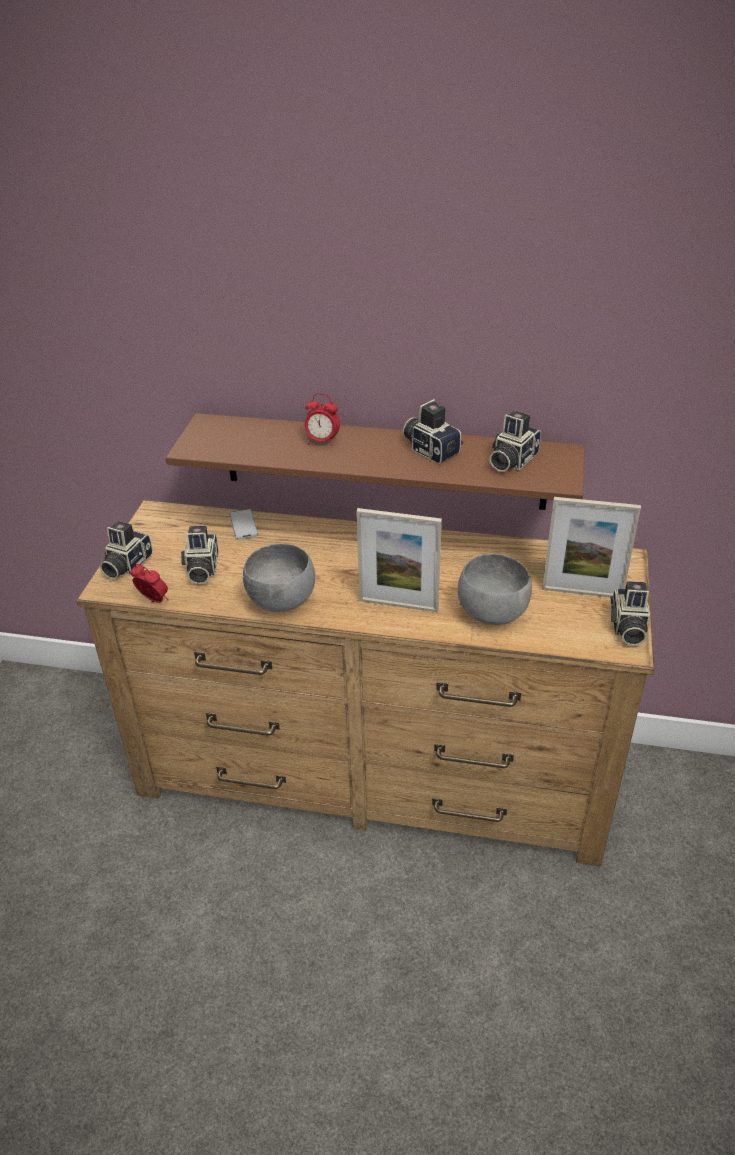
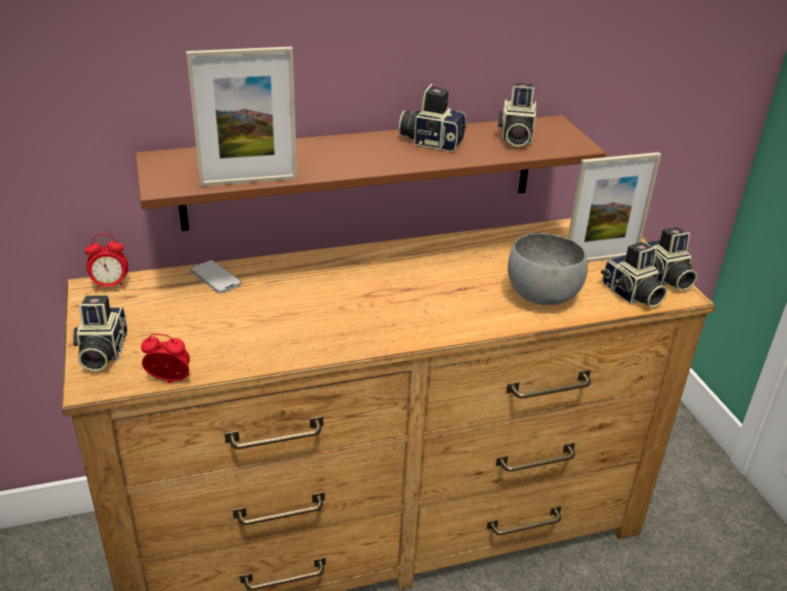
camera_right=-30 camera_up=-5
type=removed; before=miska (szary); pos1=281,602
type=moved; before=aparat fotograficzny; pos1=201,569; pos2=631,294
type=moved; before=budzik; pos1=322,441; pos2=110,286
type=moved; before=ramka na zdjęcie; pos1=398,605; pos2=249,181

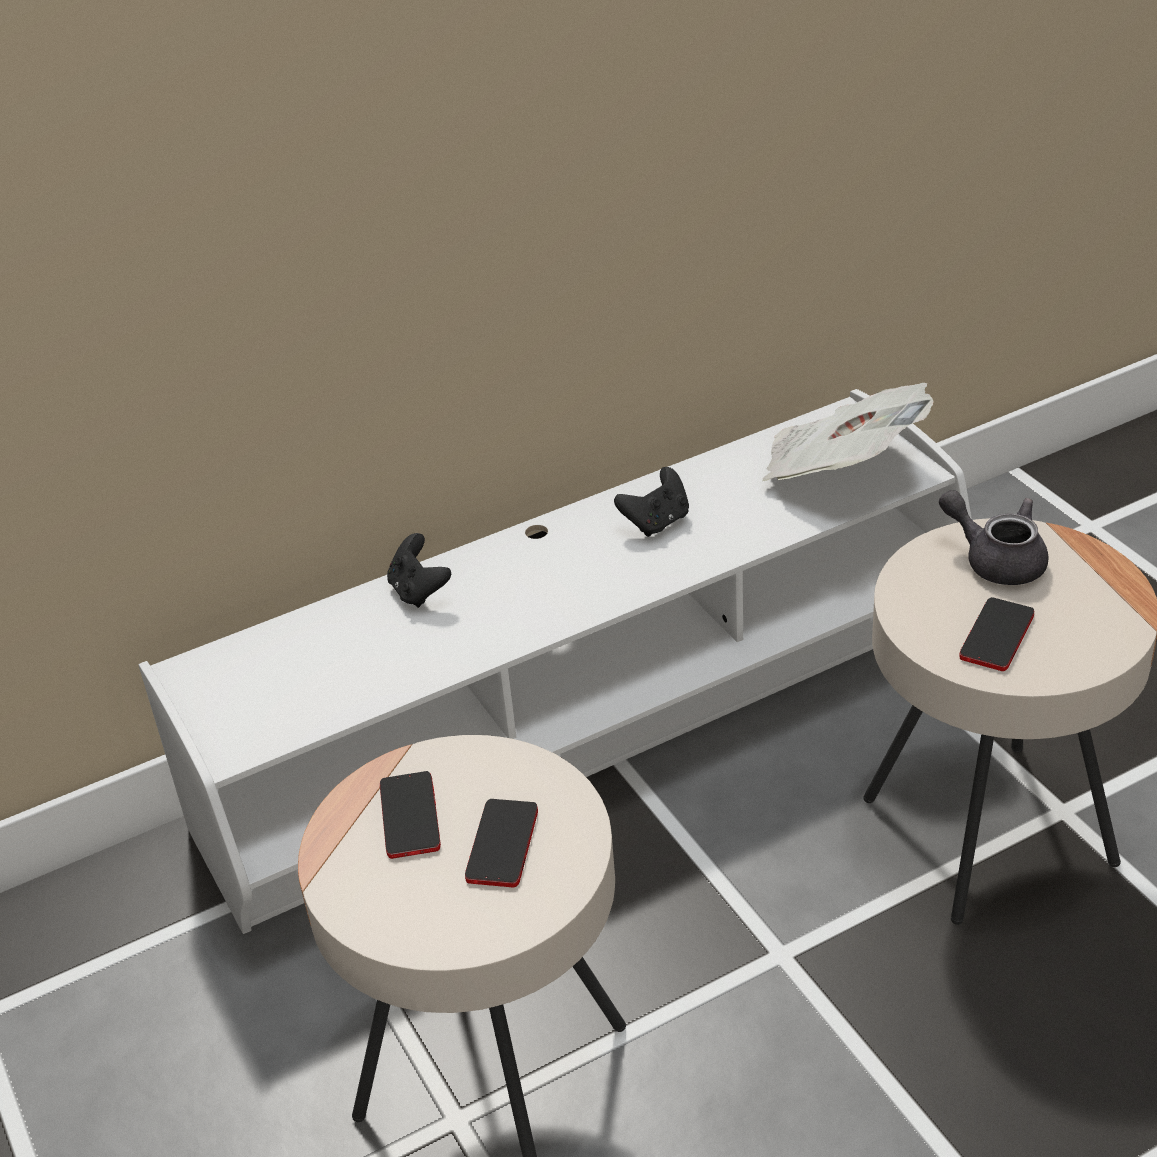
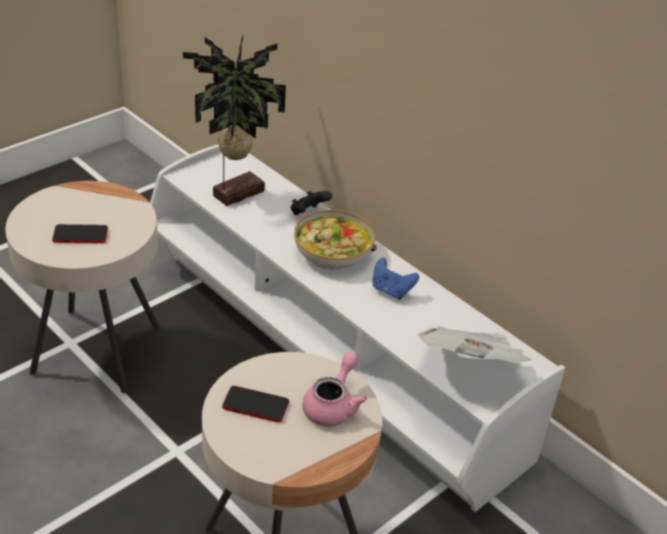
camera_right=70 camera_up=0
type=removed; before=telefon; pos1=410,816
type=added; after=roślina doniczkowa; pos2=235,192
type=added; after=miska; pos2=333,253
type=recoloured; before=pad do gier (czarny); after=pad do gier (niebieski); pos1=656,522; pos2=391,290
type=recoloured; before=imbryk (szary); after=imbryk (różowy); pos1=996,559; pos2=333,405

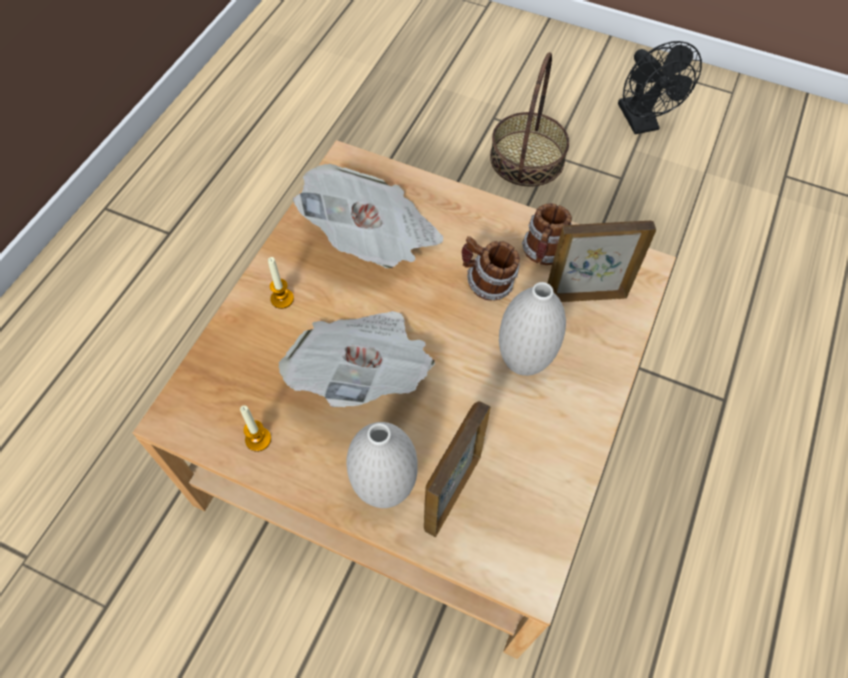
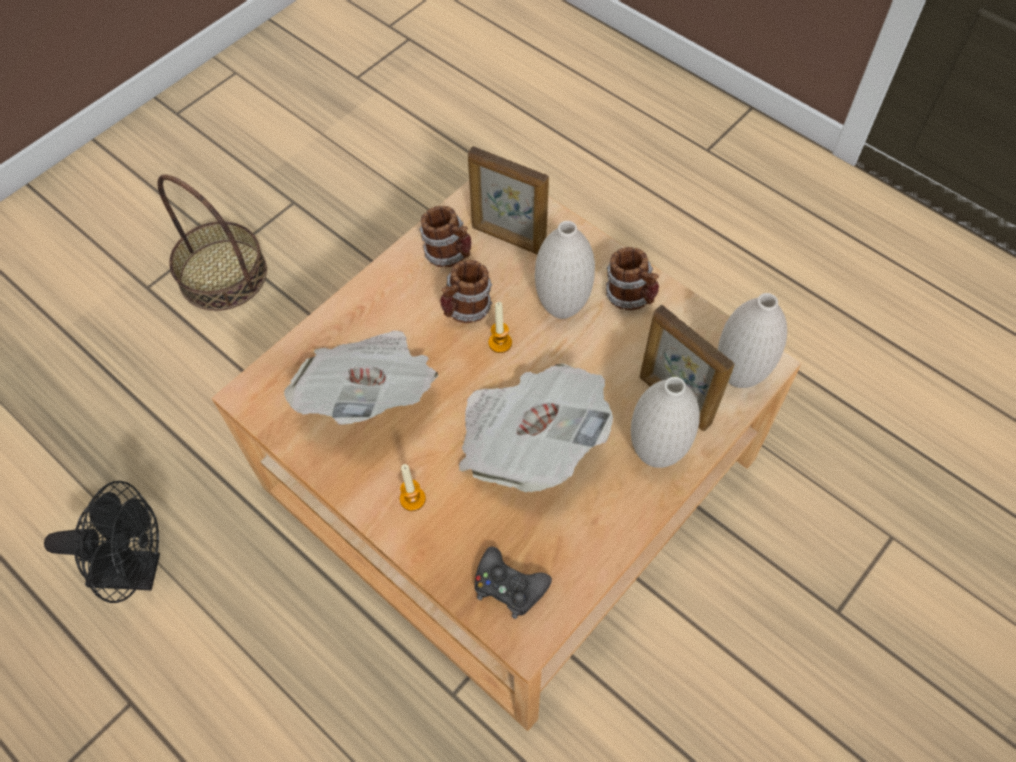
camera_right=-70 camera_up=0
type=added; after=pad do gier (czarny); pos2=509,586
type=added; after=kubek; pos2=631,297
type=added; after=wazon (biały); pos2=739,375
type=moved; before=świeca; pos1=258,439; pos2=500,343
type=moved; before=wentylator (czarny); pos1=641,123; pos2=137,570
type=turned; before=ramka na zdjęcie; pos1=584,295; pos2=508,238; turn=-75

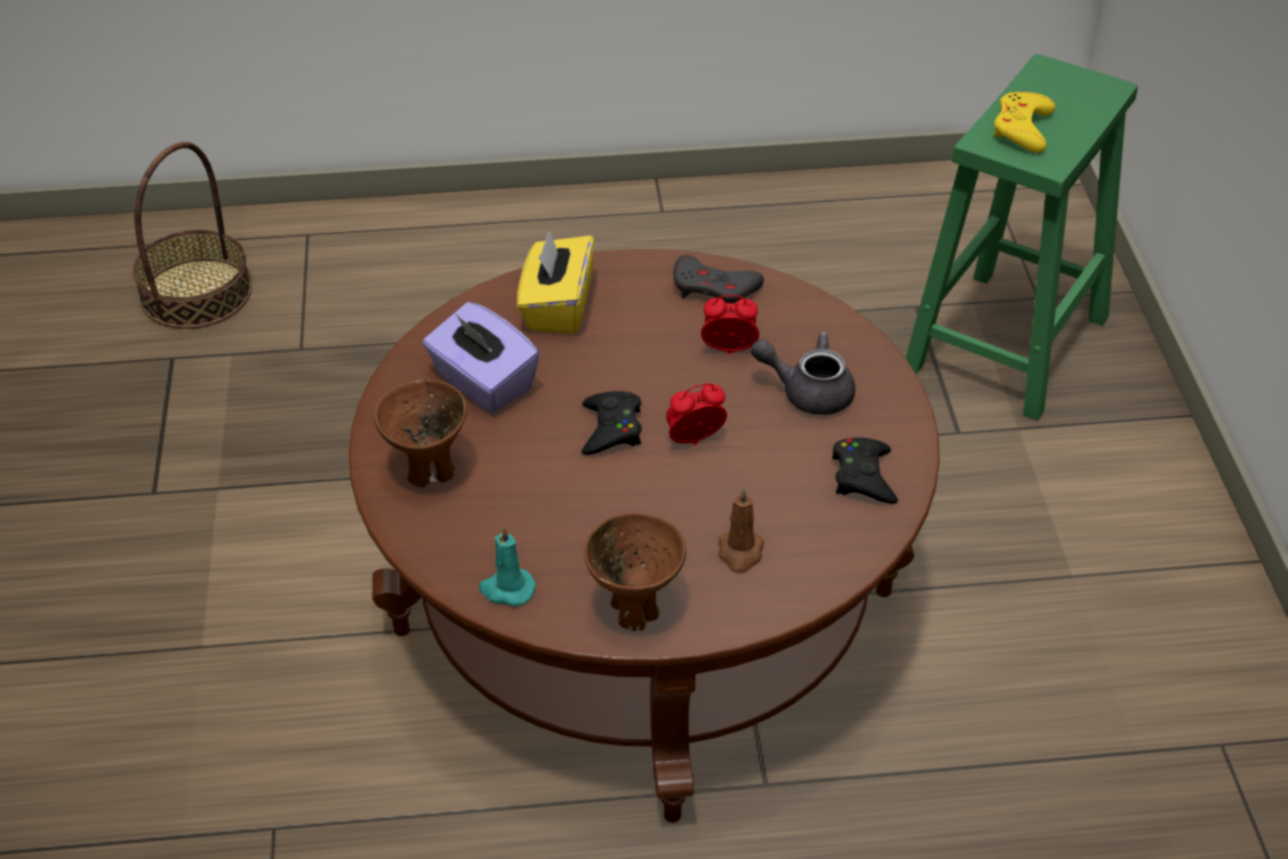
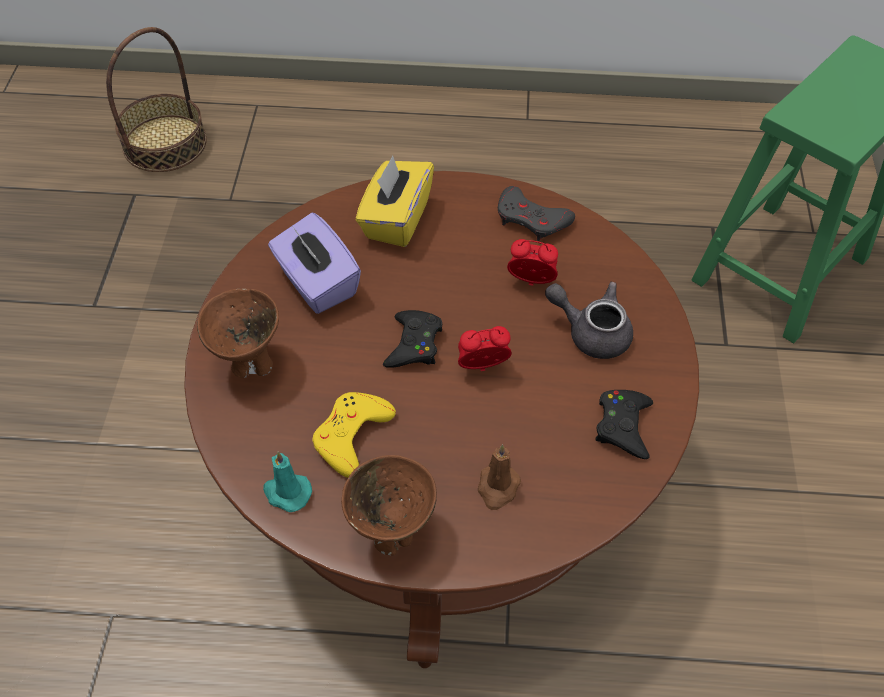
camera_right=10 camera_up=10
type=moved; before=pad do gier (żółty); pos1=1022,128; pos2=352,436

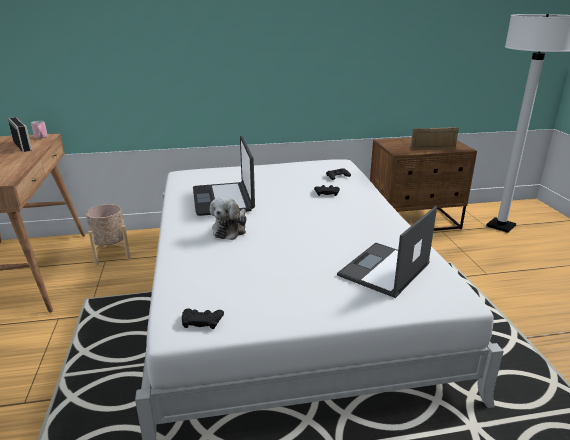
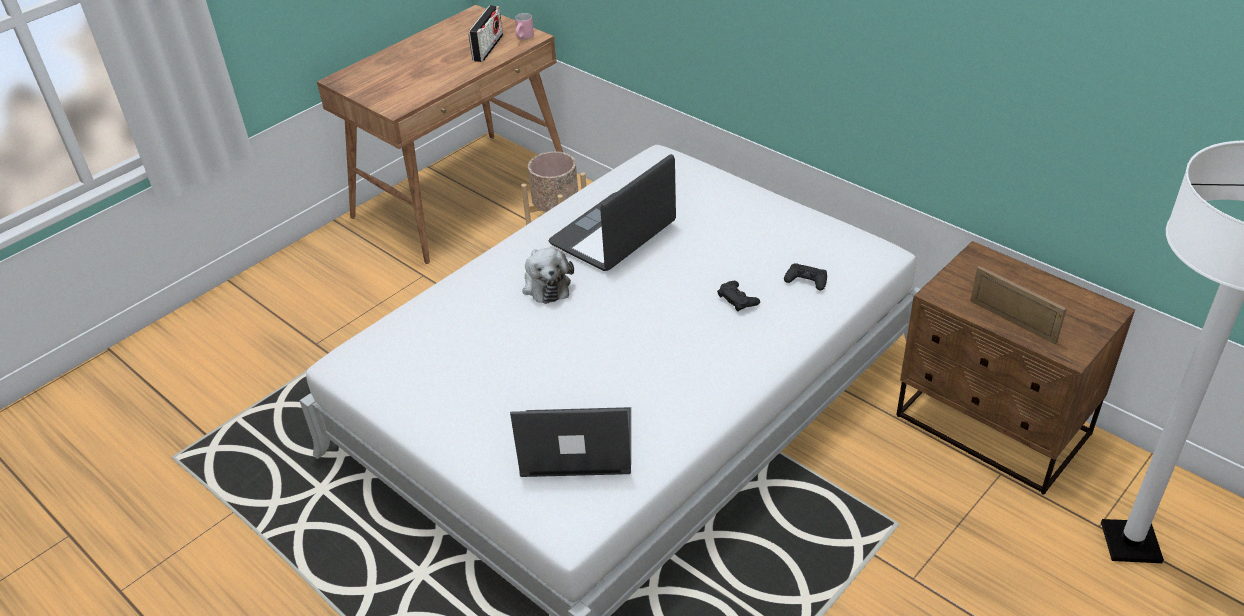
camera_right=55 camera_up=15
type=removed; before=pad do gier (czarny); pos1=202,321
type=turned; before=pluszak; pos1=230,229; pos2=546,284; turn=-90

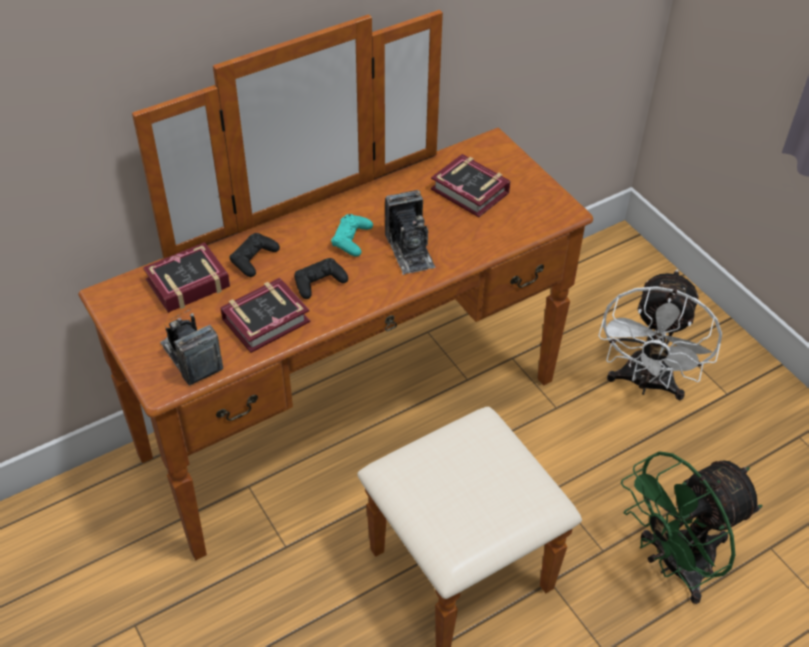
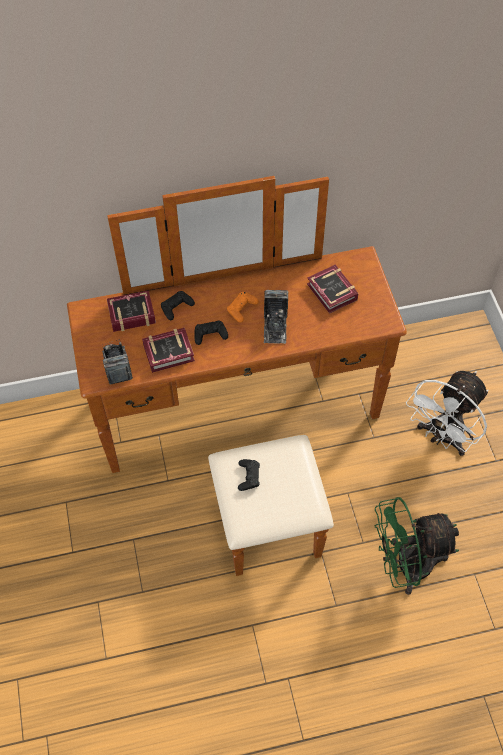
camera_right=20 camera_up=10
type=added; after=pad do gier (czarny); pos2=248,476
type=recoloured; before=pad do gier (turkusowy); after=pad do gier (pomarańczowy); pos1=351,239; pos2=242,309

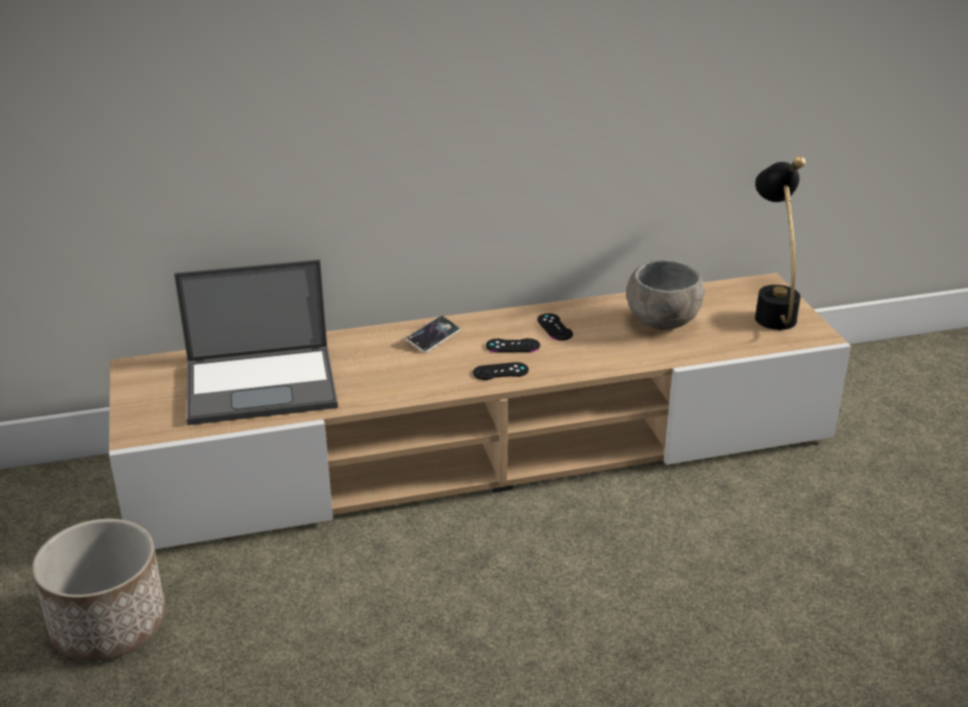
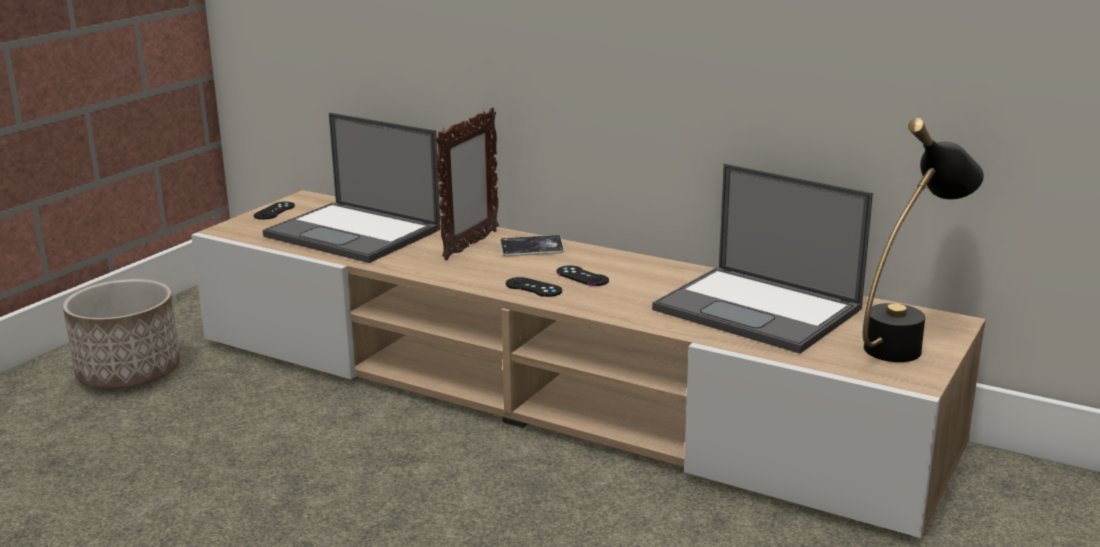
camera_right=45 camera_up=-10
type=added; after=ramka na zdjęcie; pos2=470,245
type=moved; before=pad do gier (czarny); pos1=554,327; pos2=274,211
type=replaced; before=miska (szary); after=laptop; pos1=663,322; pos2=760,310

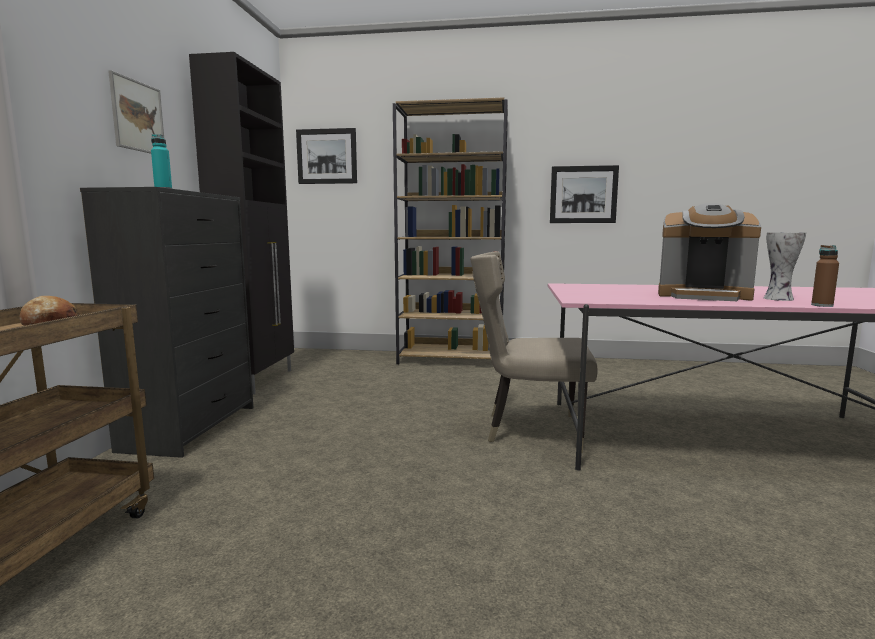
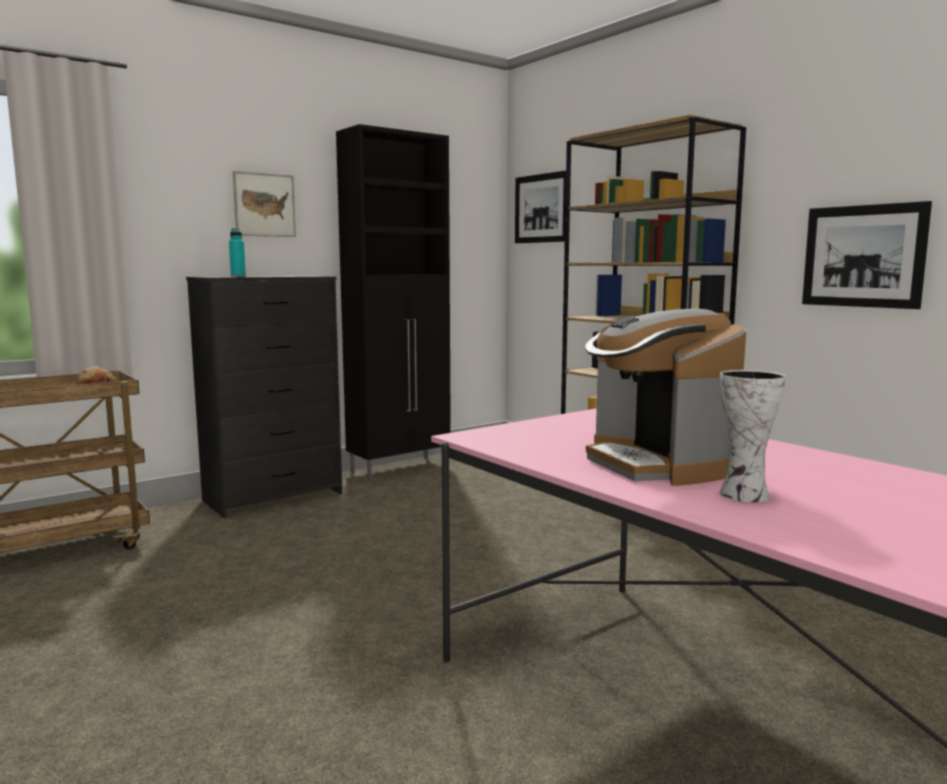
camera_right=45 camera_up=0
type=removed; before=krzesło (beżowy); pos1=529,430
type=removed; before=butelka (brązowy); pos1=822,305

